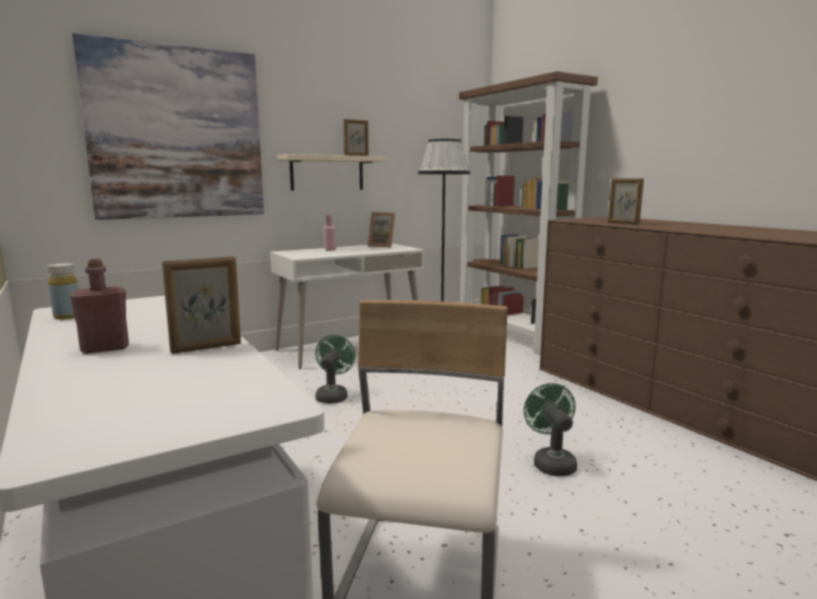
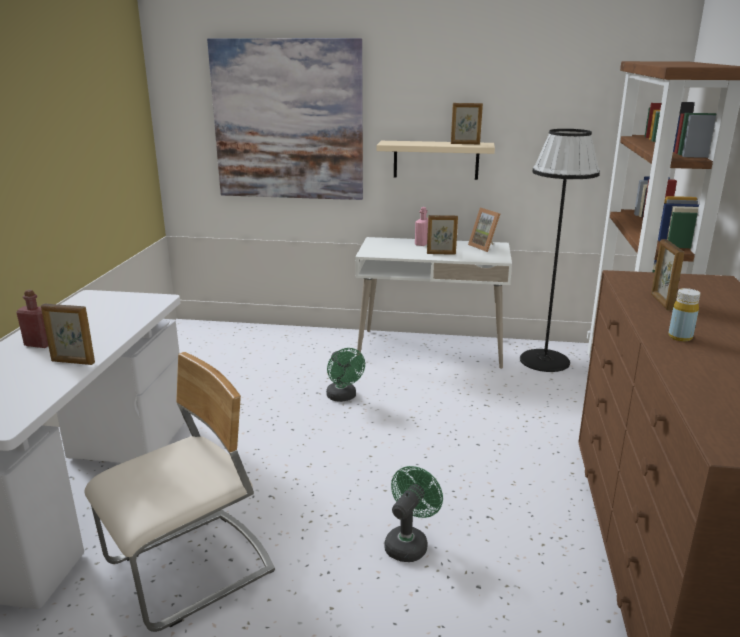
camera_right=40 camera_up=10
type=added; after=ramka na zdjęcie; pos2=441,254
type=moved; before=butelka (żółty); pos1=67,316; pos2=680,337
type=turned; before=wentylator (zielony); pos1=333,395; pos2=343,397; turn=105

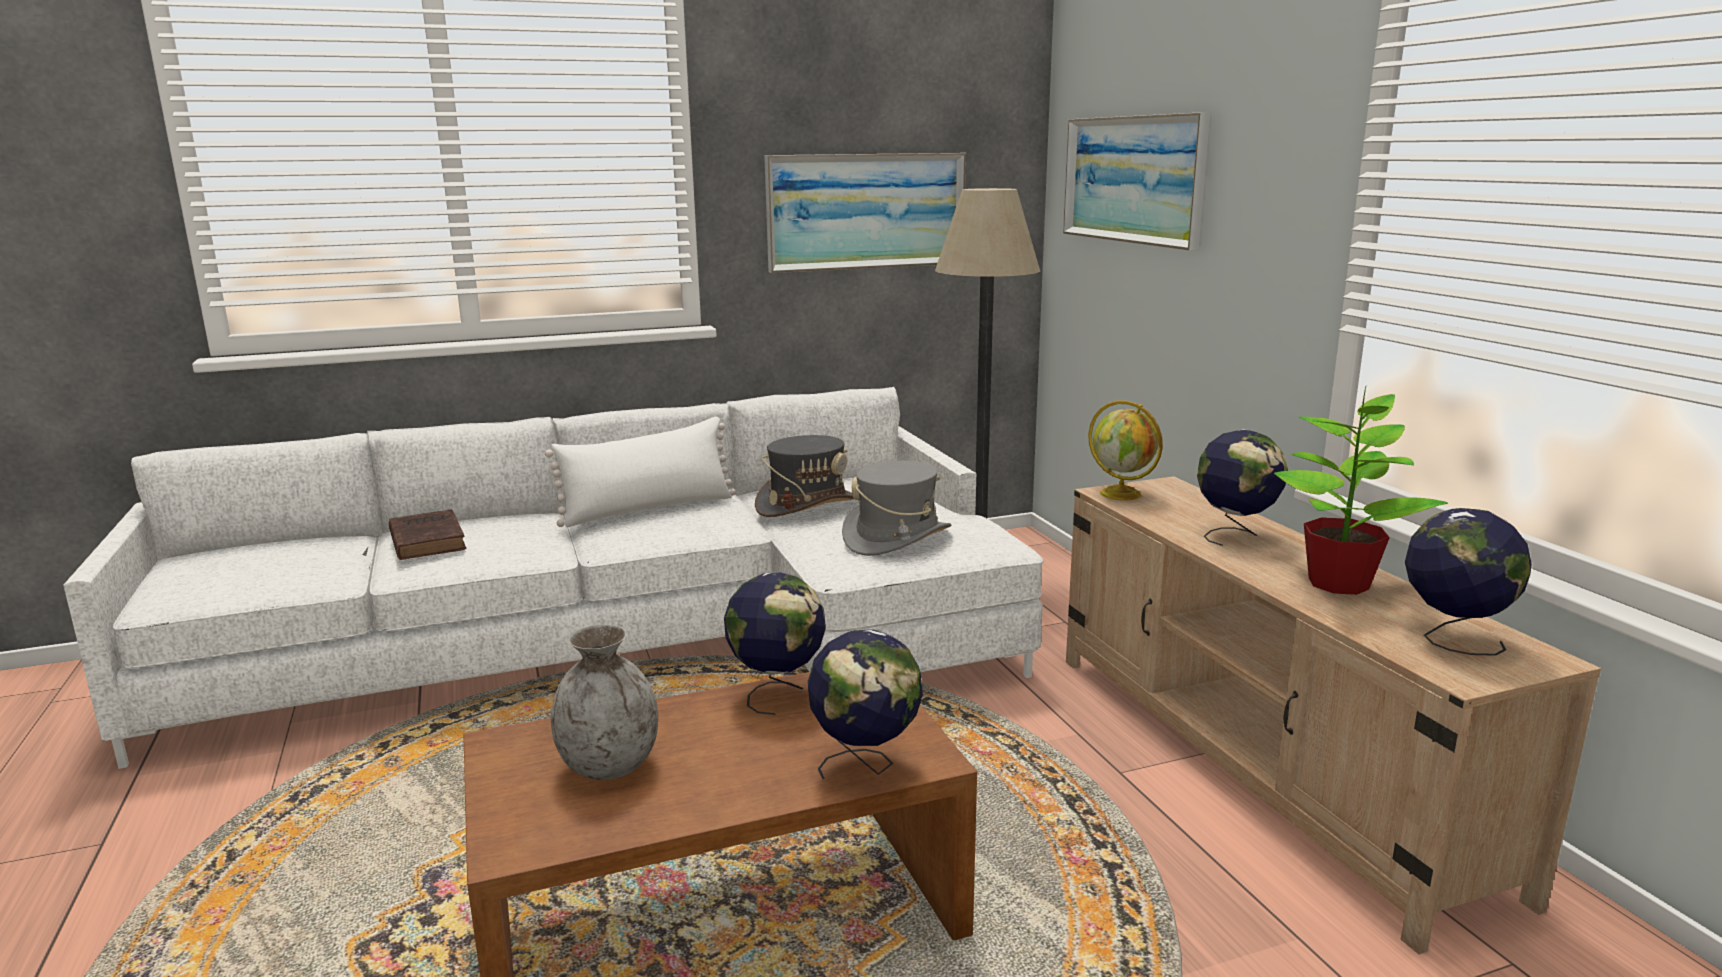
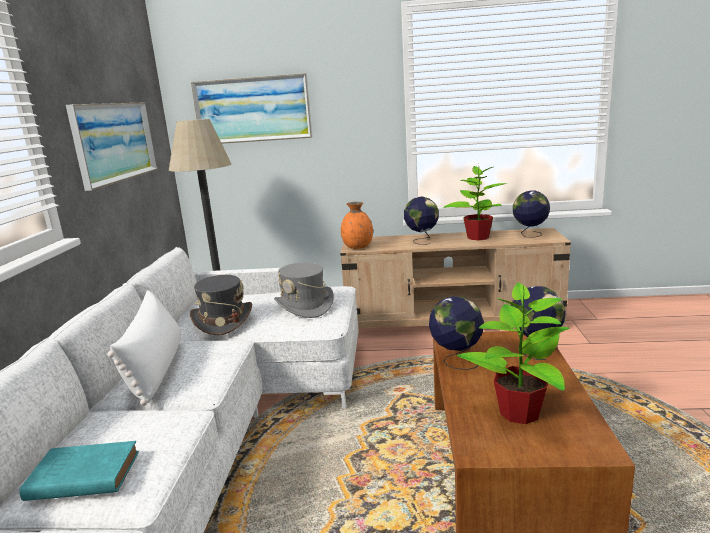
camera_right=-65 camera_up=0
type=replaced; before=wazon (szary); after=roślina doniczkowa; pos1=610,766; pos2=518,413
type=replaced; before=globus; after=wazon (pomarańczowy); pos1=1122,494; pos2=358,247
type=recoloured; before=książka (brązowy); after=książka (turkusowy); pos1=427,540; pos2=81,476

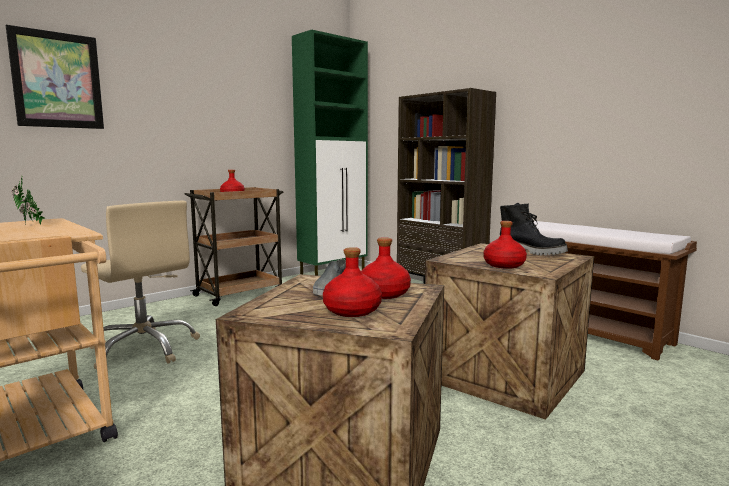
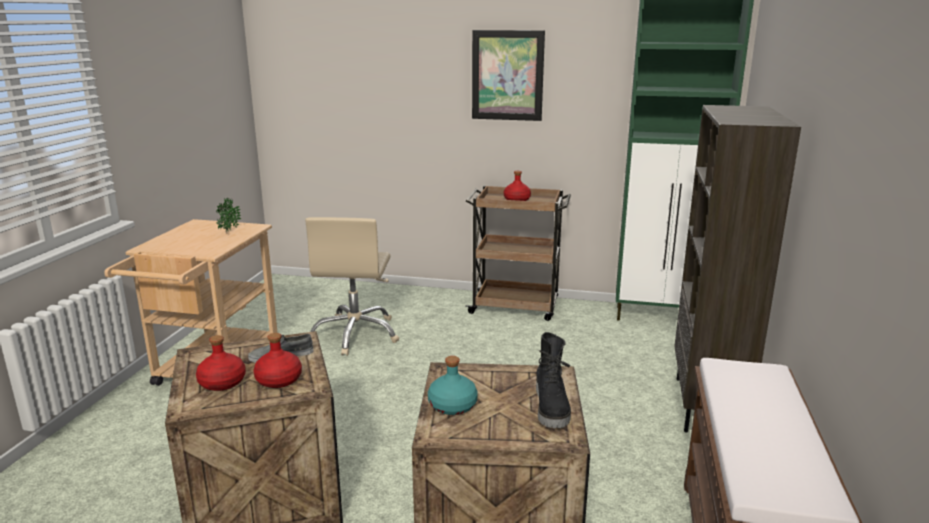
camera_right=55 camera_up=10
type=moved; before=obraz; pos1=57,80; pos2=507,75
type=recoloured; before=butelka (czerwony); after=butelka (turkusowy); pos1=504,265; pos2=452,406

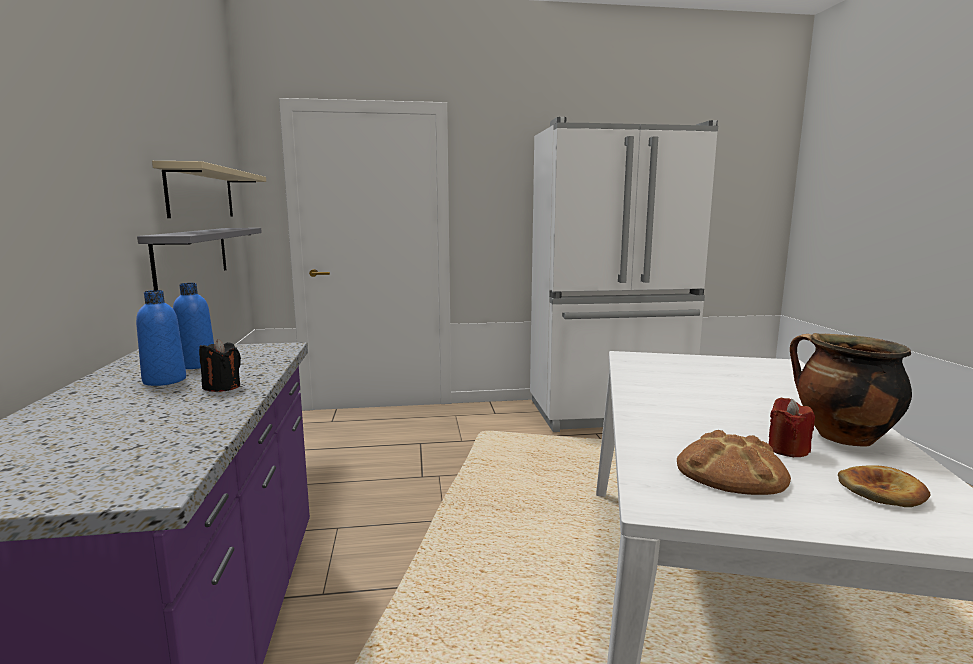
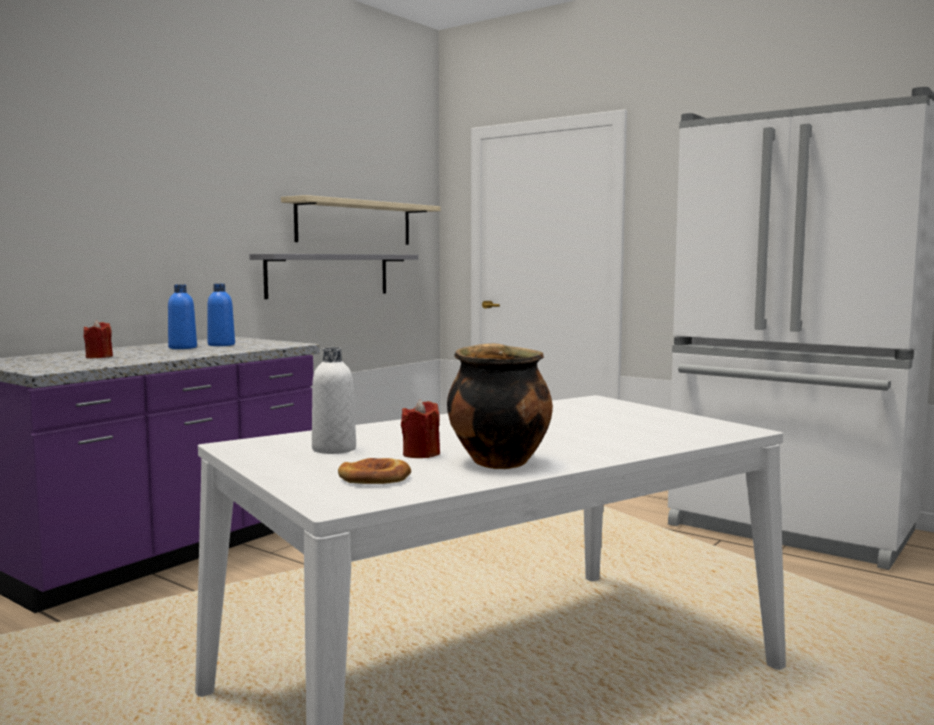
camera_right=45 camera_up=-5
type=removed; before=świeca (czarny); pos1=222,387
type=added; after=świeca (czerwony); pos2=99,357
type=replaced; before=chleb; after=butelka (biały); pos1=731,471; pos2=334,449

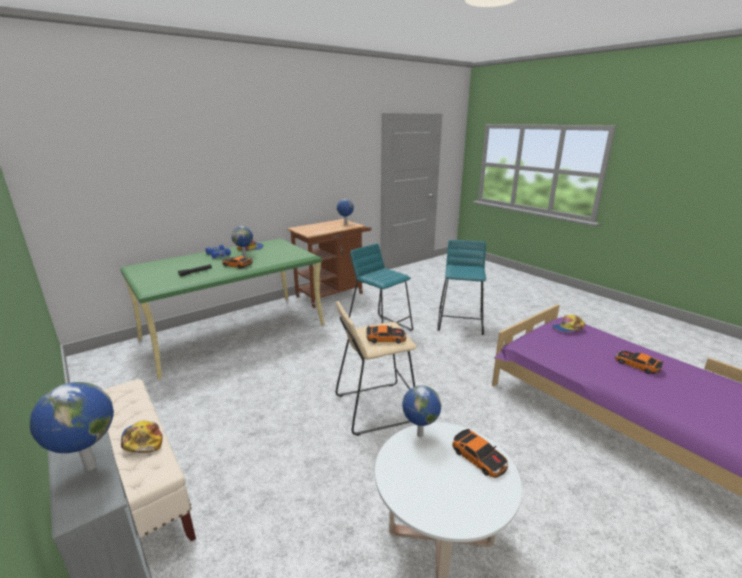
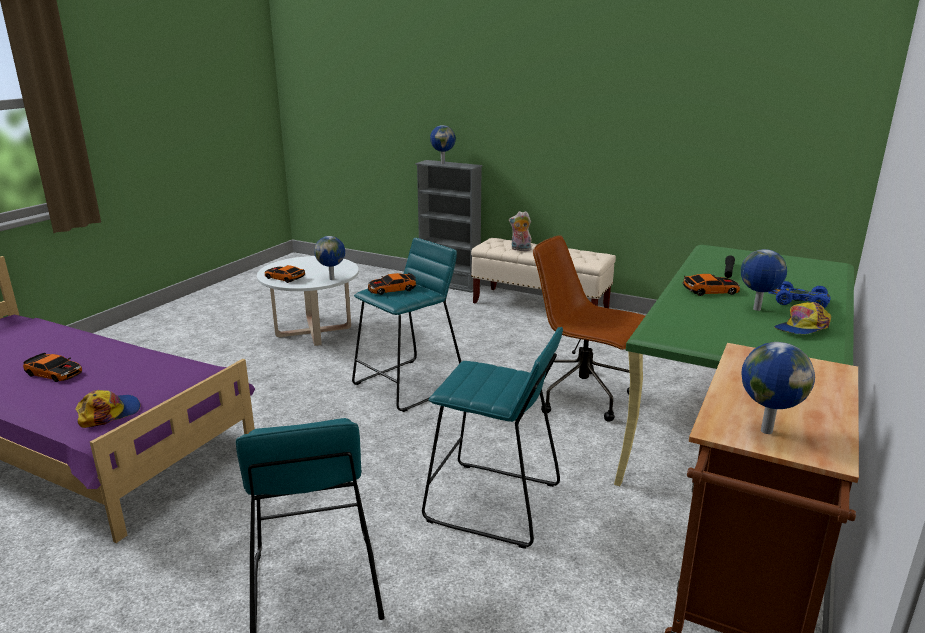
camera_right=155 camera_up=0
type=added; after=krzesło biurowe (brązowy); pos2=583,396
type=replaced; before=czapka z daszkiem; after=pluszak; pos1=142,440; pos2=520,249
type=recoloured; before=stołek (beżowy); after=stołek (turkusowy); pos1=375,407; pos2=409,385

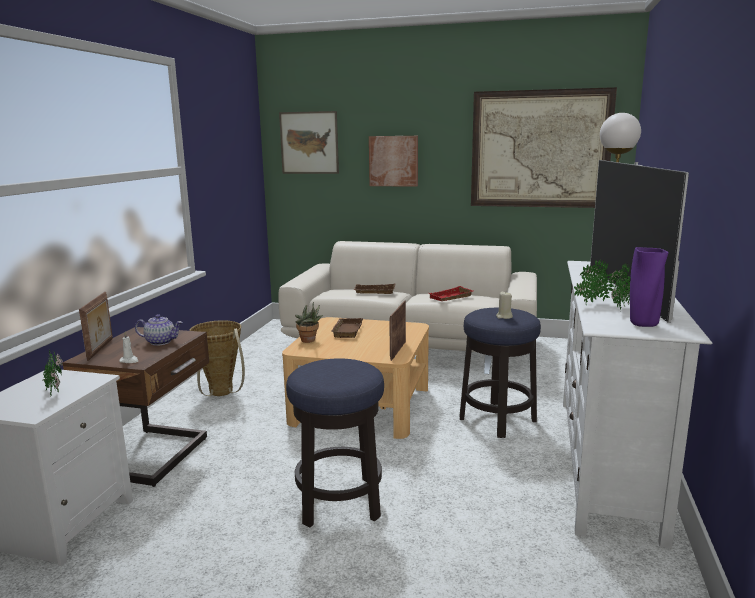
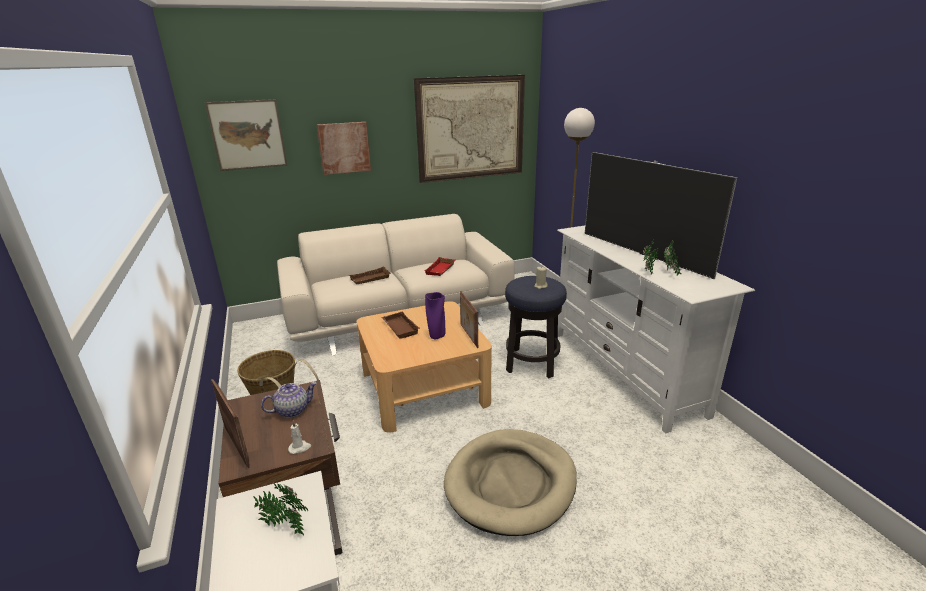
camera_right=-35 camera_up=10
type=removed; before=roślina doniczkowa; pos1=309,341
type=moved; before=wazon (fioletowy); pos1=642,324; pos2=436,336
type=replaced; before=stołek; after=legowisko (beżowy); pos1=339,502; pos2=511,483

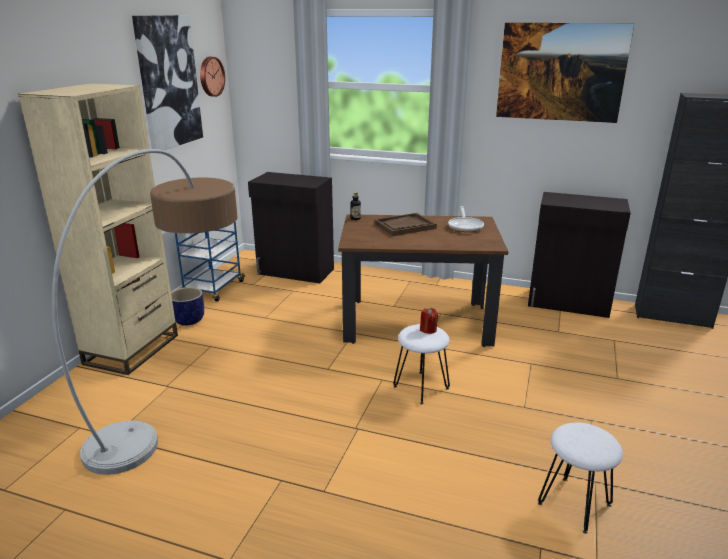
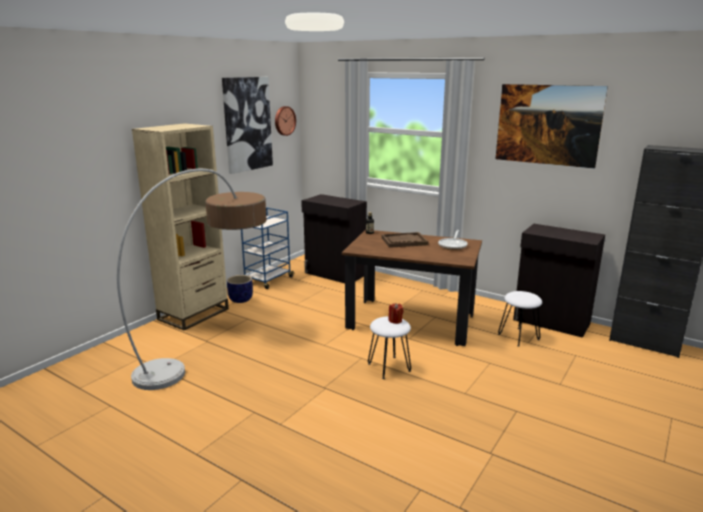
camera_right=15 camera_up=-5
type=moved; before=stołek (biały); pos1=575,504; pos2=519,337

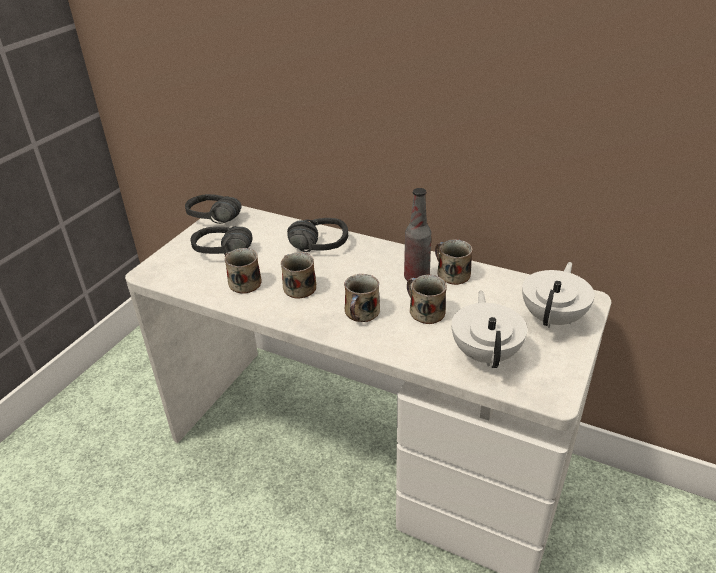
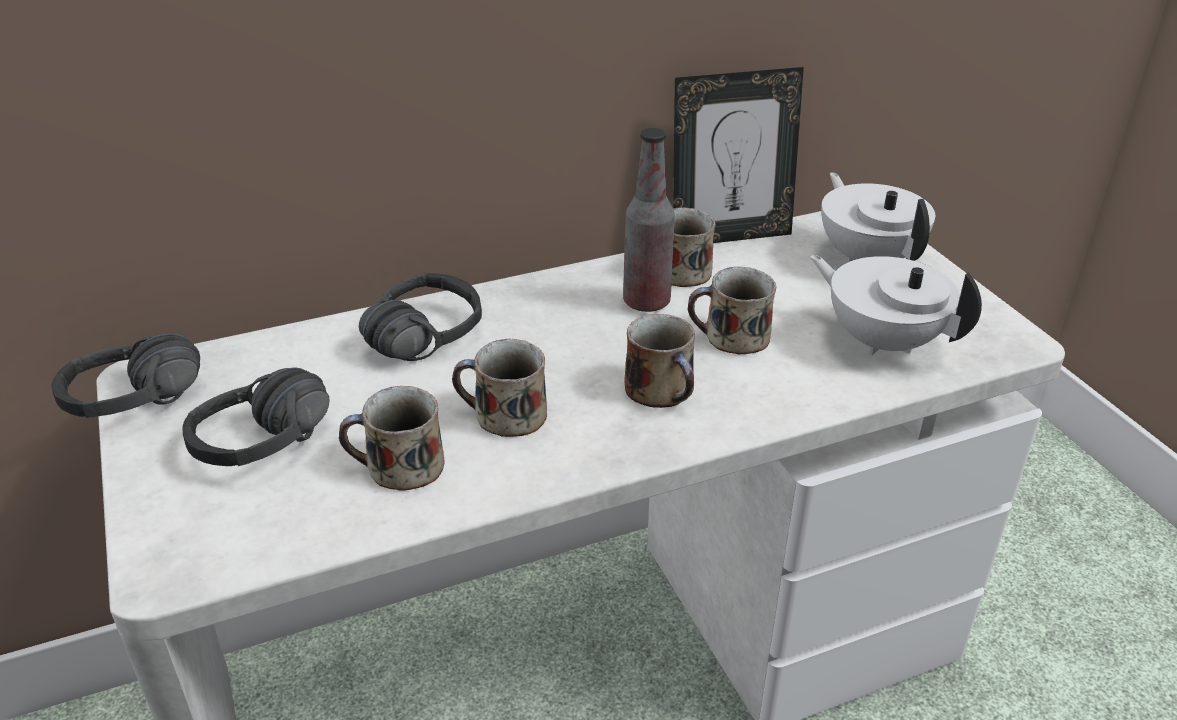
camera_right=-50 camera_up=0
type=added; after=ramka na zdjęcie; pos2=729,235

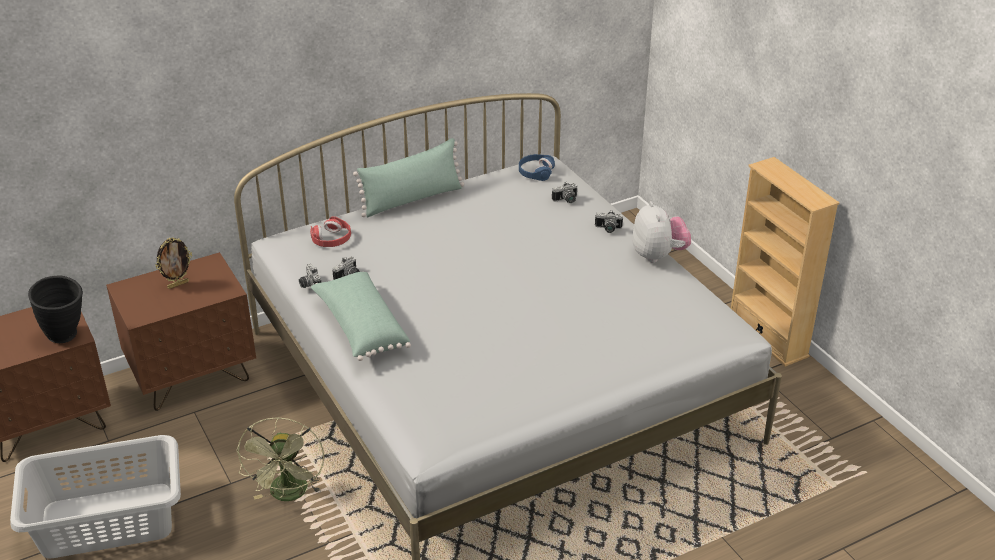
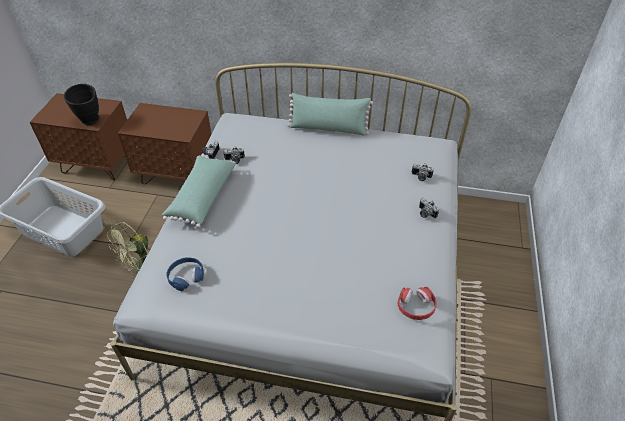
camera_right=40 camera_up=10
type=removed; before=ramka na zdjęcie; pos1=178,284
type=removed; before=pluszak; pos1=658,255
type=removed; before=regał (beżowy); pos1=767,336
type=moved; before=słuchawki (czerwony); pos1=331,239; pos2=416,306
type=moved; before=słuchawki (niebieski); pos1=535,172; pos2=186,276

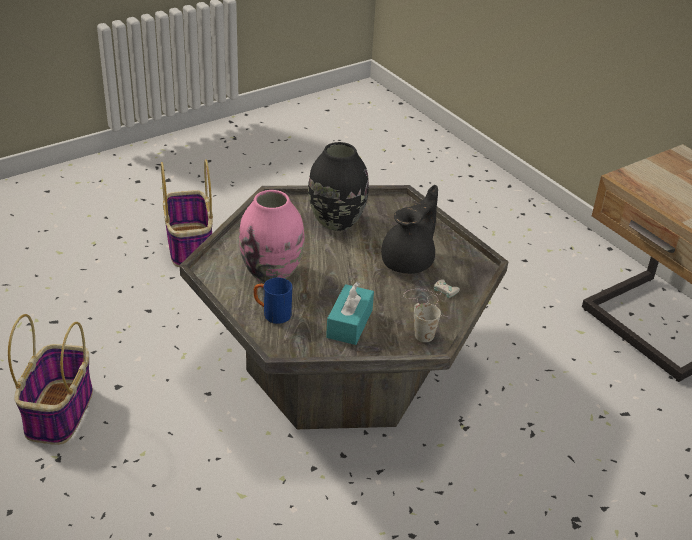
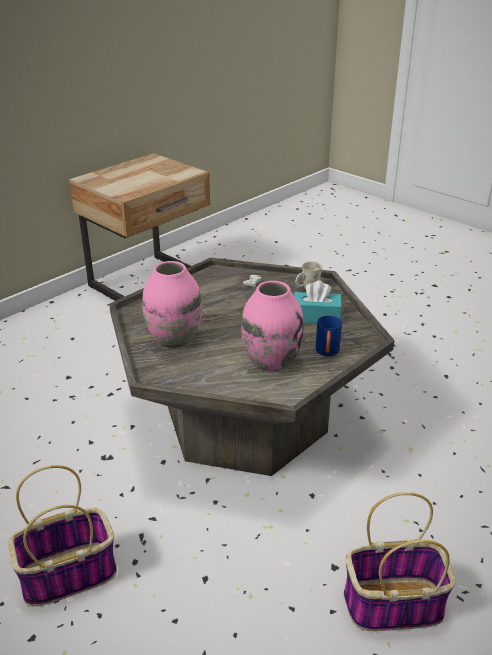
camera_right=-100 camera_up=-5
type=removed; before=imbryk (czarny); pos1=409,261
type=recoloured; before=wazon (czarny); after=wazon (różowy); pos1=336,221; pos2=174,340

